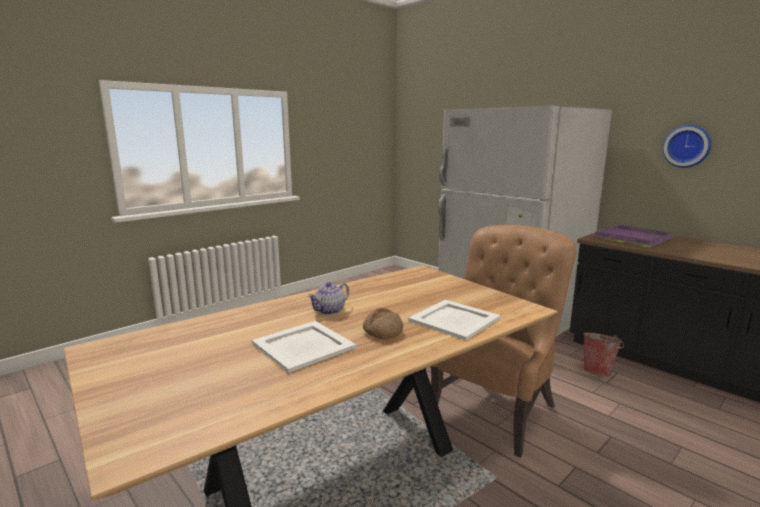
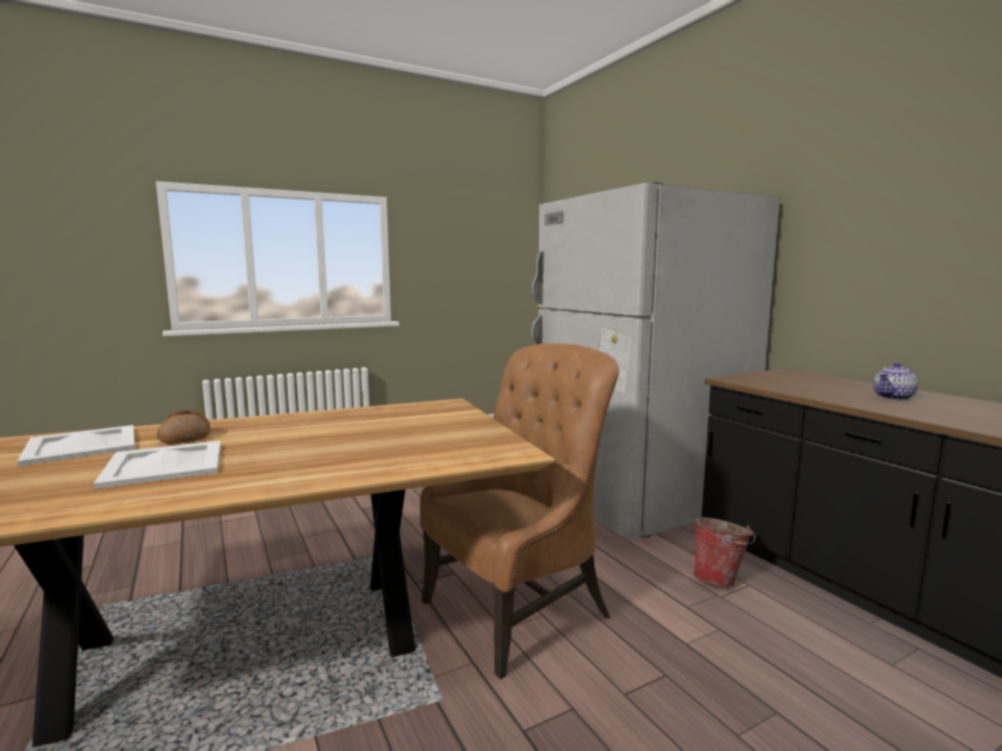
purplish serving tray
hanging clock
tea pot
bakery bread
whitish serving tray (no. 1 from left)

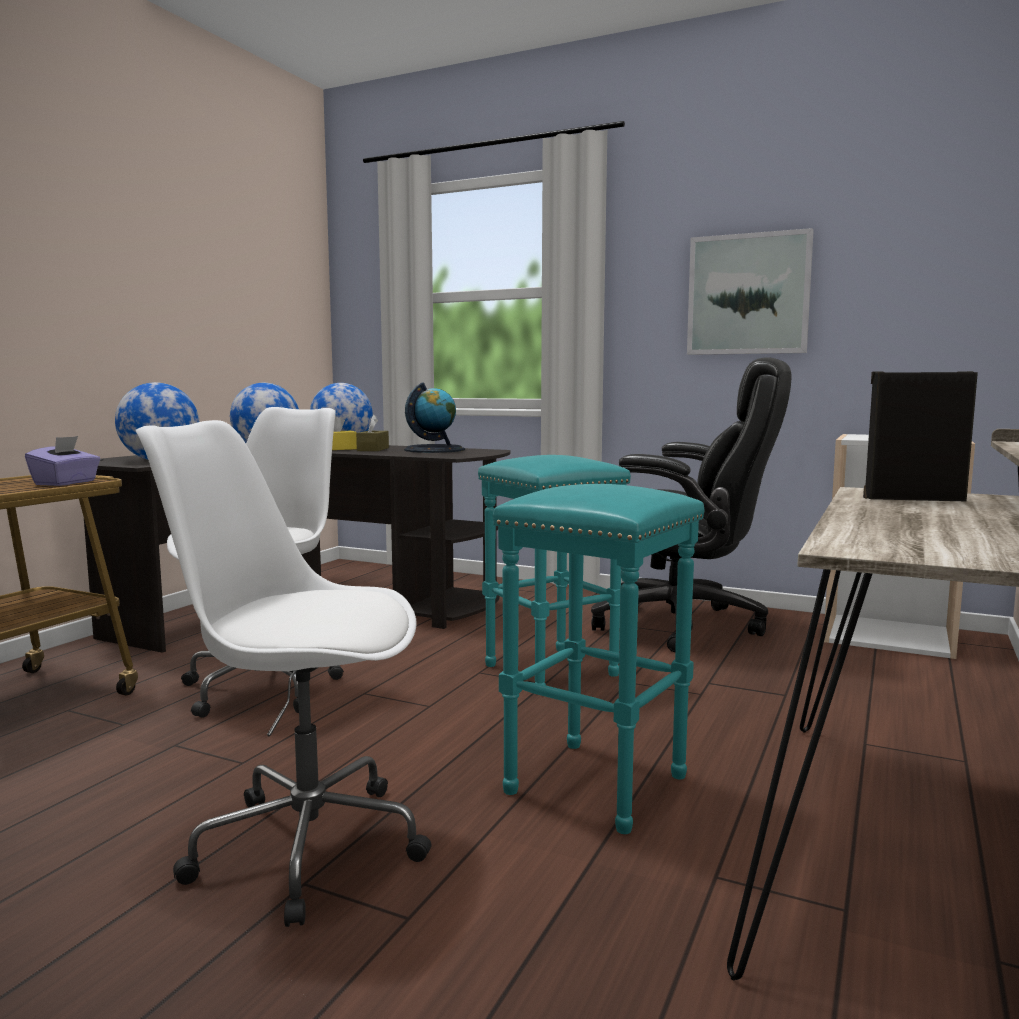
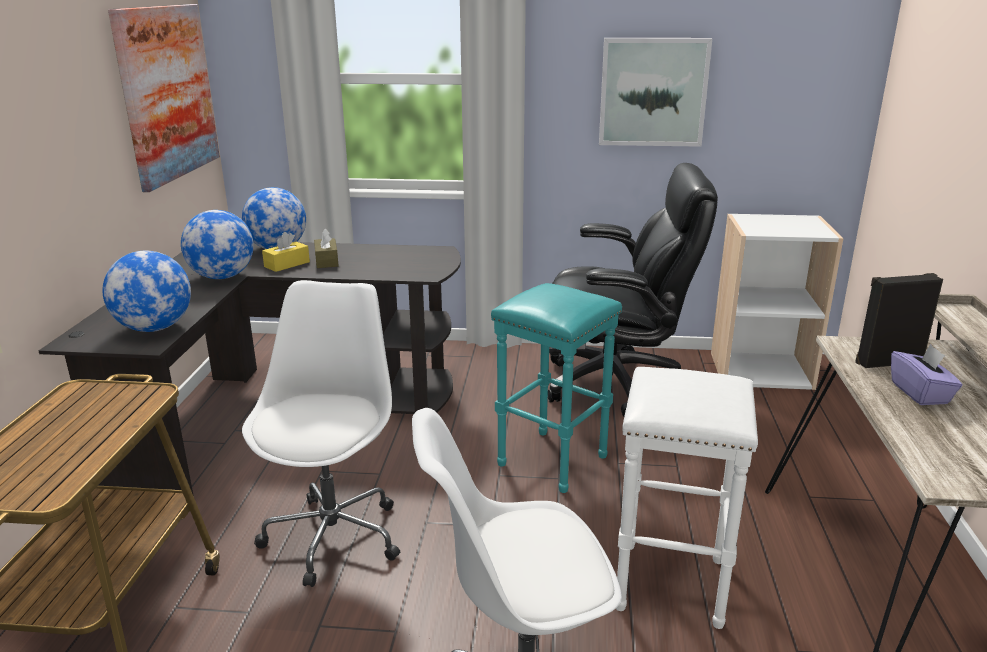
desk globe (no. 4 from left in the first image)
wall art (no. 1 from left)
purplish box of tissues
whitish stool seat

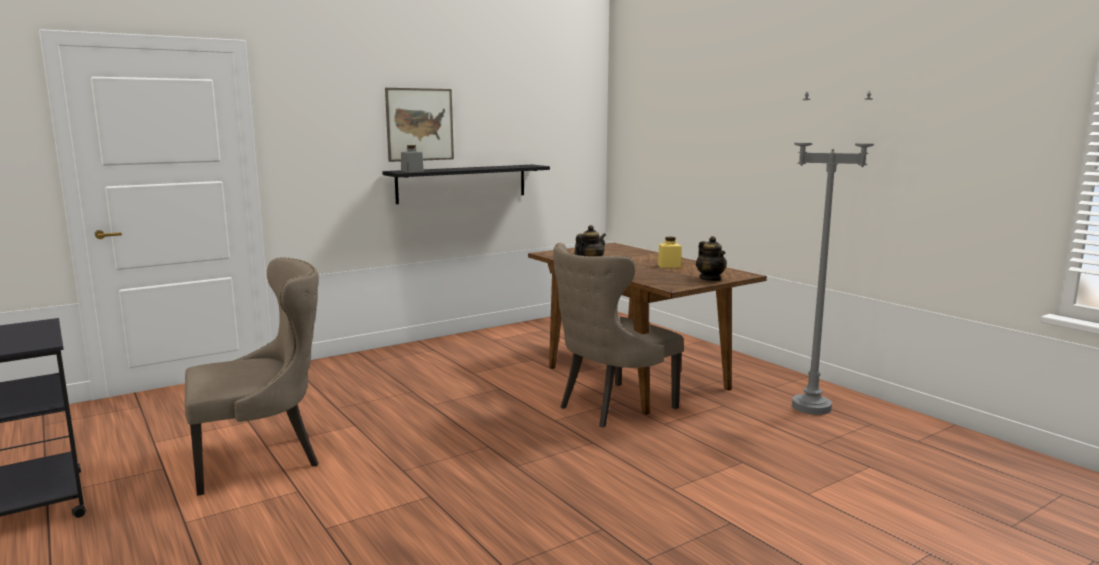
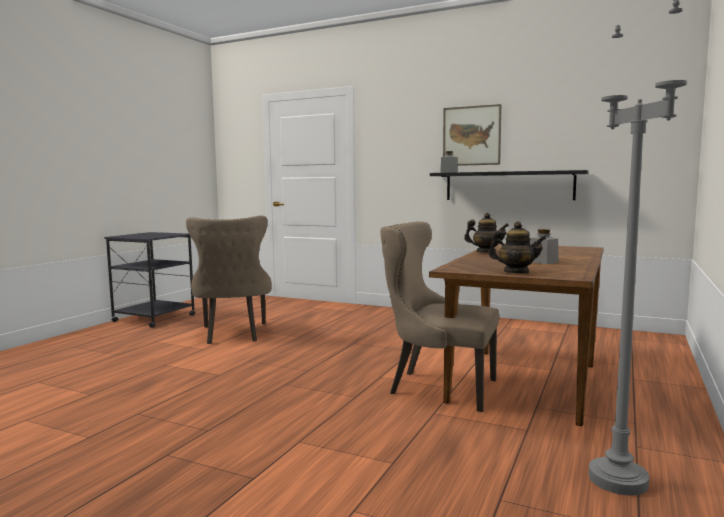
greyish storage jar (no. 2 from left)
sand-coloured plain chair (no. 1 from left)
tea pot (no. 2 from left)

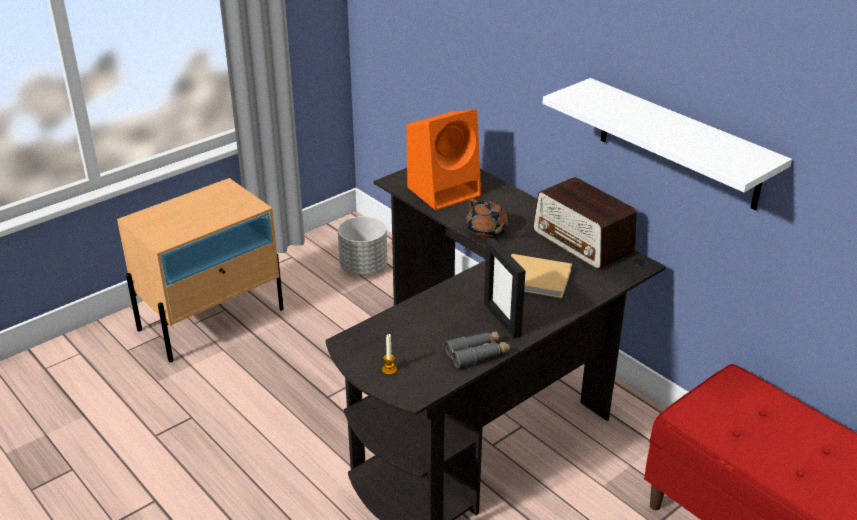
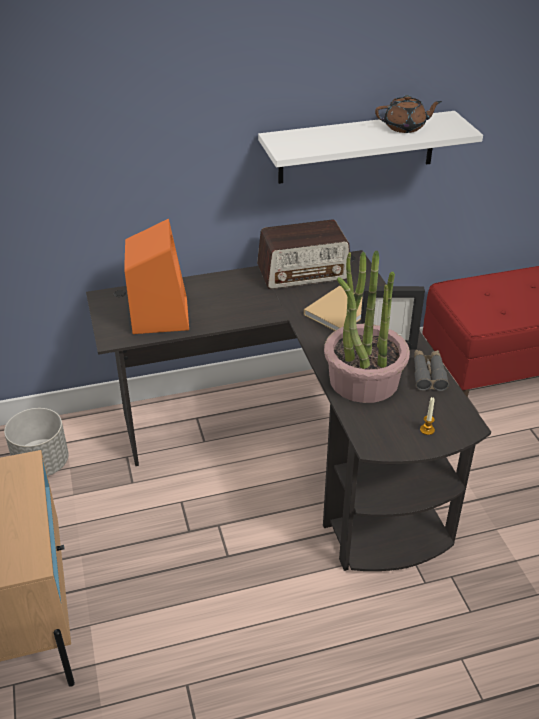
plant in a pot
brown-coloured tea pot

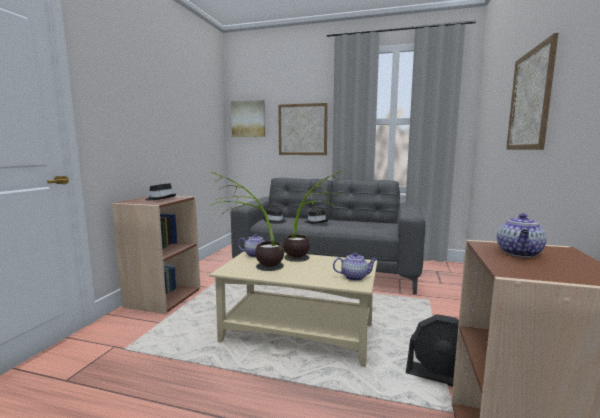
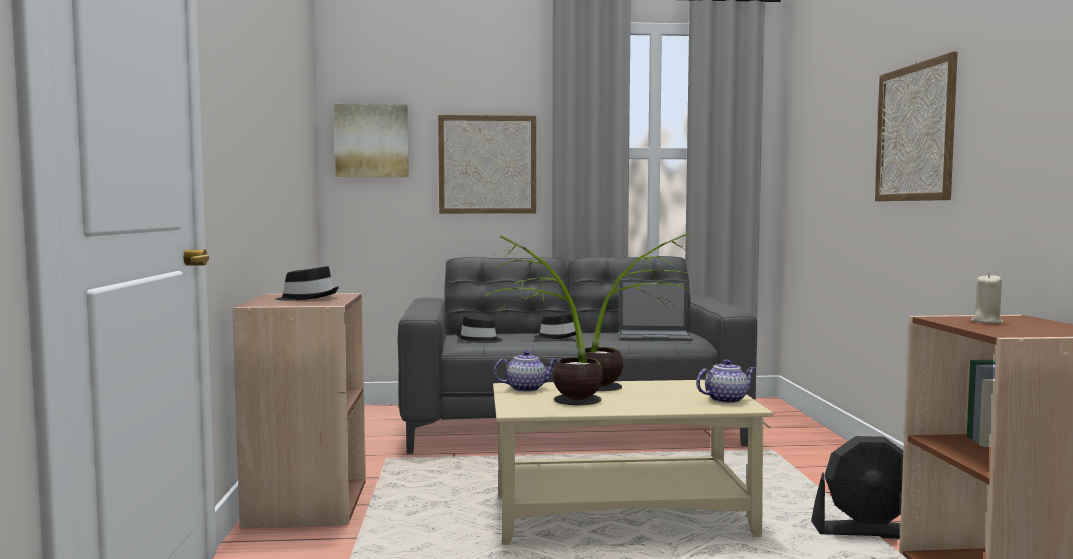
laptop
sand-coloured wax candle

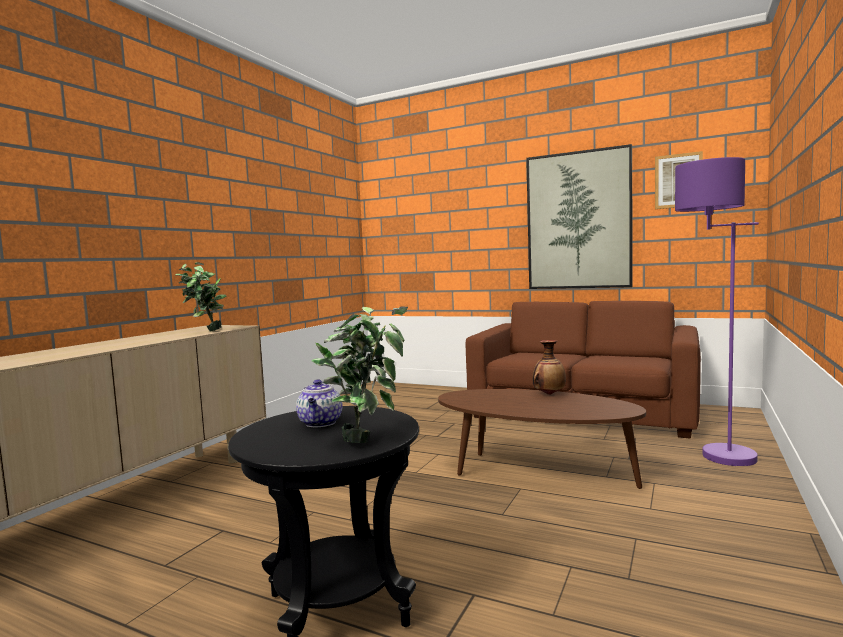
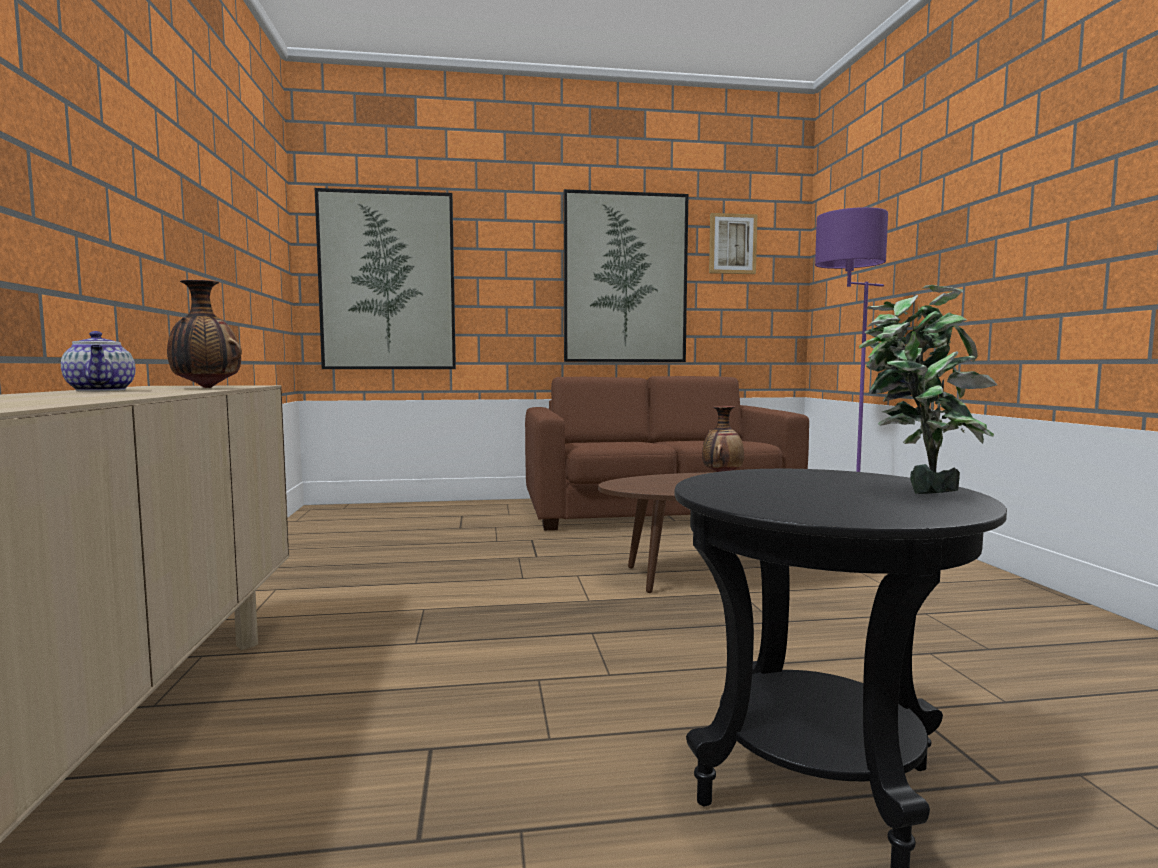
wall art (no. 1 from left)
tea pot
decorative vase (no. 1 from left)

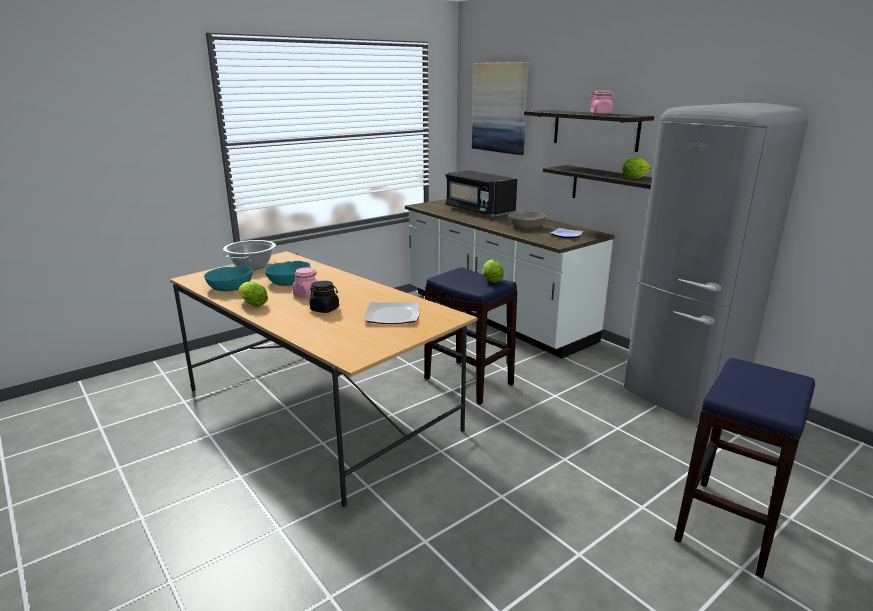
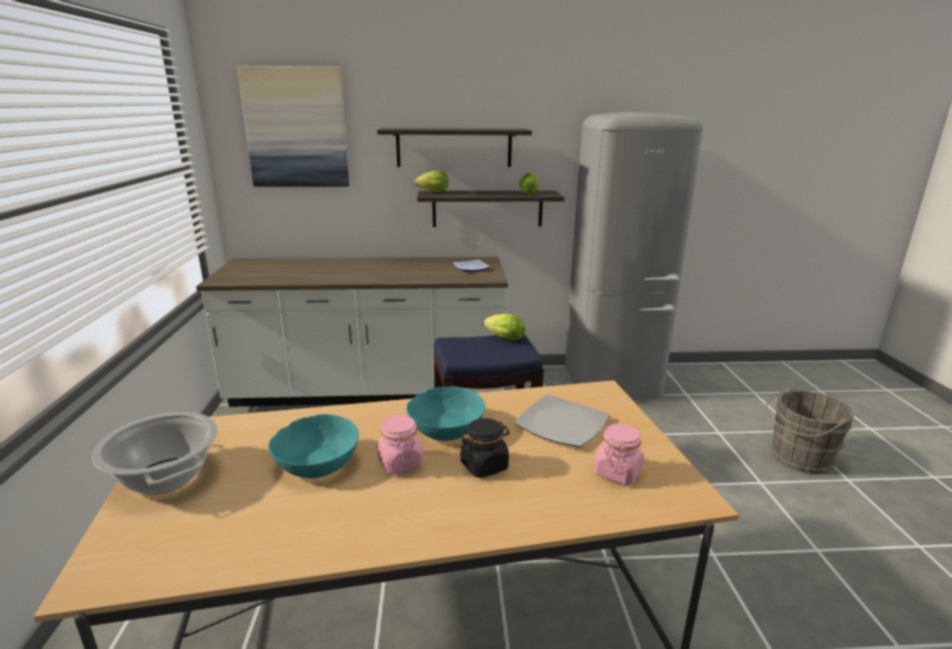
black-coloured microwave
greyish deep dish
blue-green deep dish (no. 2 from left)
lettuce (no. 1 from left)
pink storage jar (no. 2 from left)
greyish pail

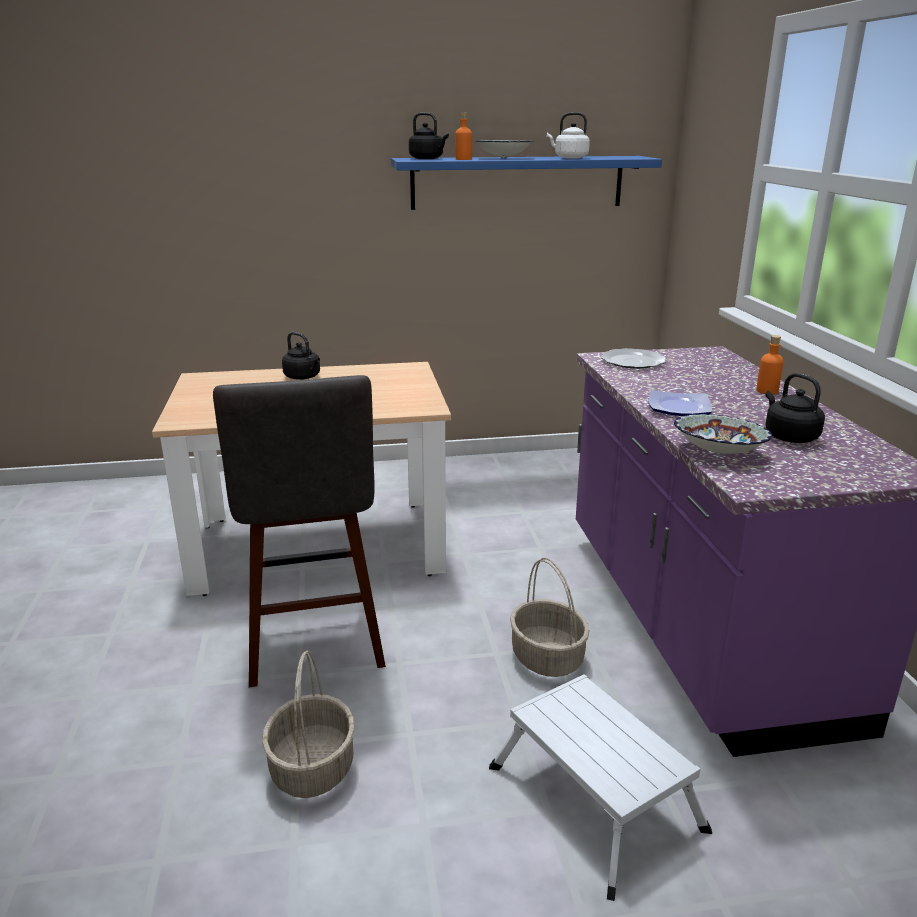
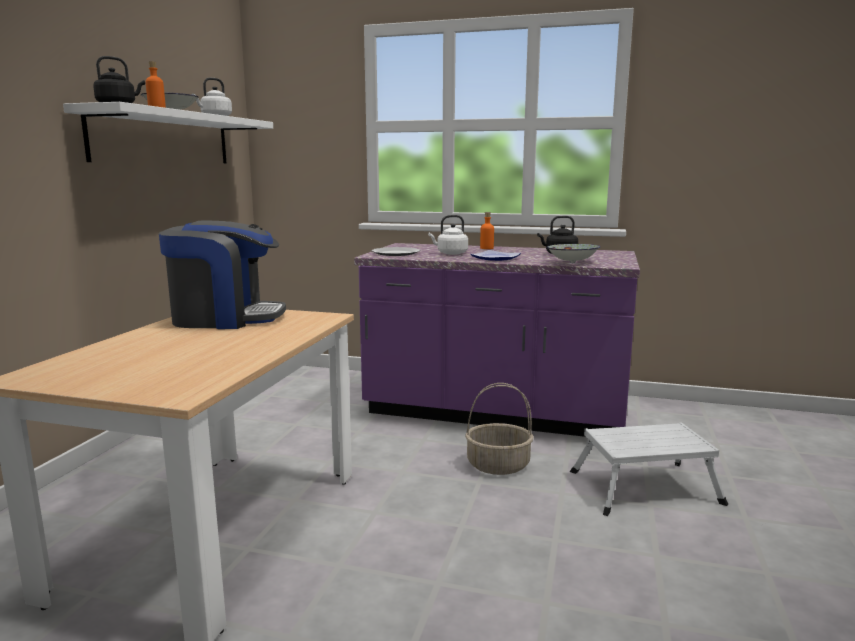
greyish stool seat
storage basket (no. 1 from left in the first image)
black-coloured water kettle (no. 1 from left in the first image)
coffee brewer
whitish water kettle (no. 2 from left)
whitish bracket shelf

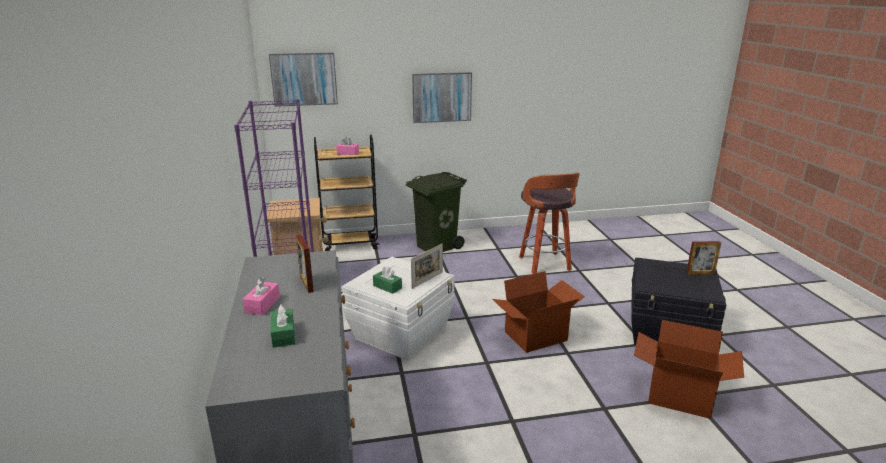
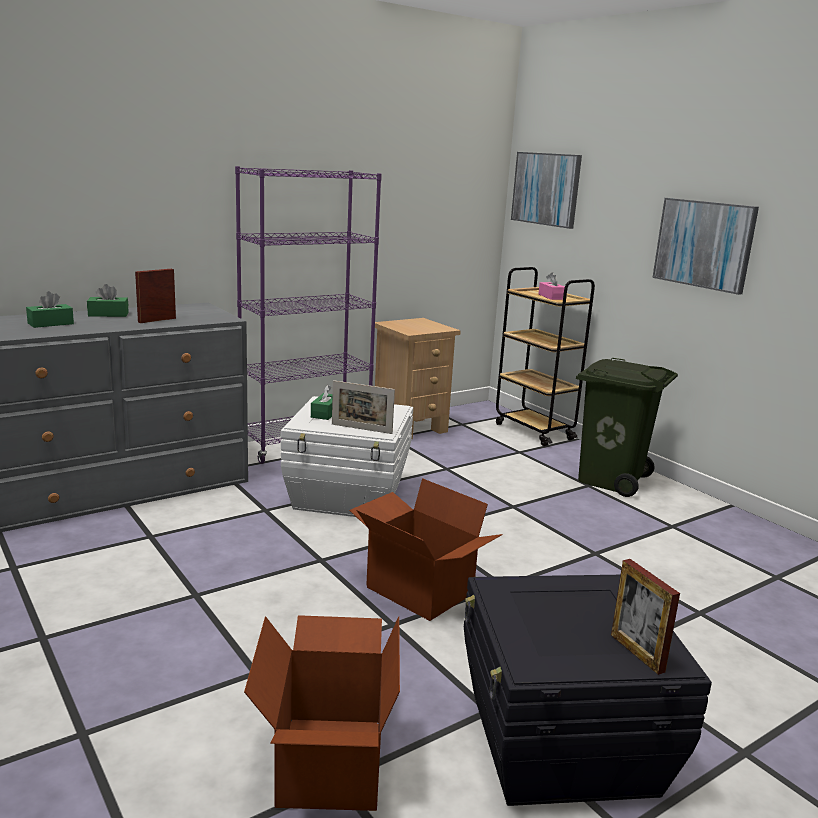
stool seat
greenish box of tissues (no. 2 from left)

